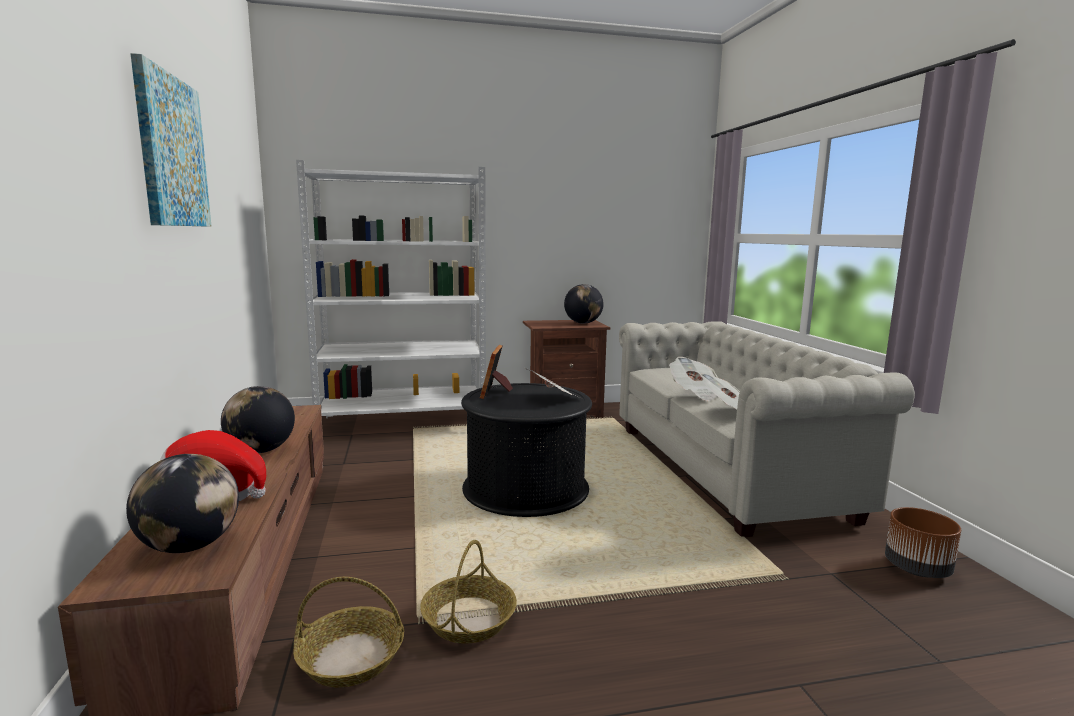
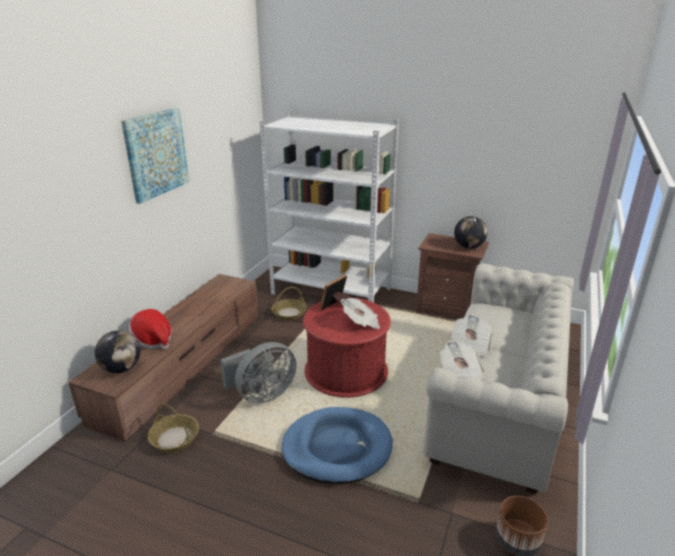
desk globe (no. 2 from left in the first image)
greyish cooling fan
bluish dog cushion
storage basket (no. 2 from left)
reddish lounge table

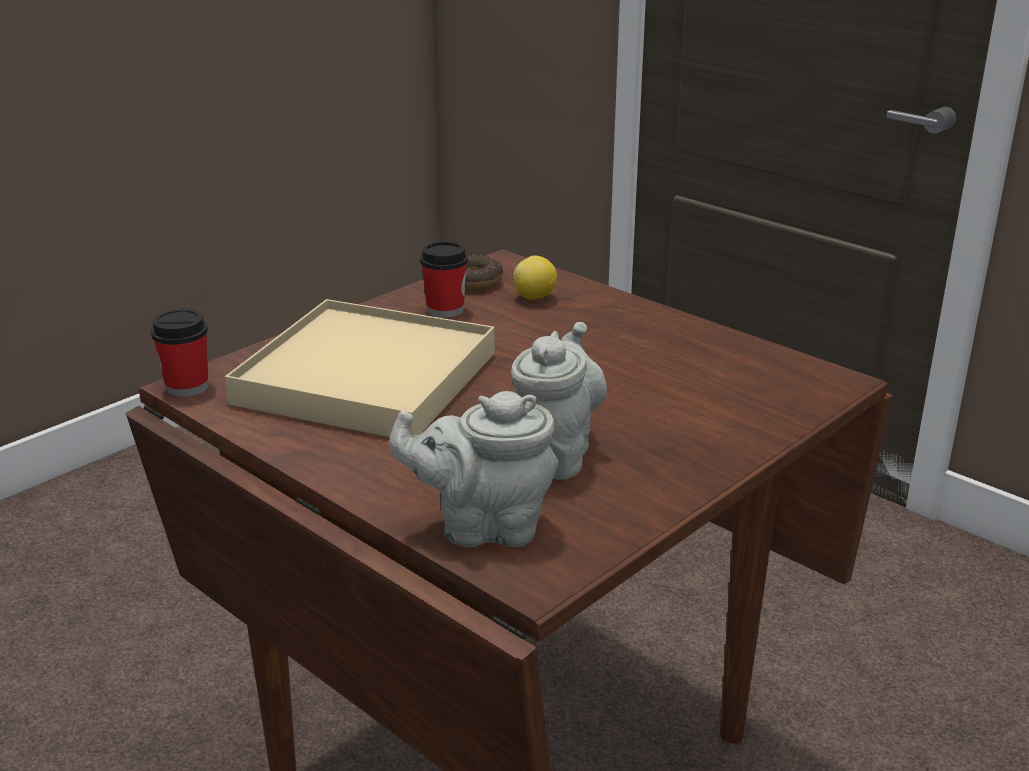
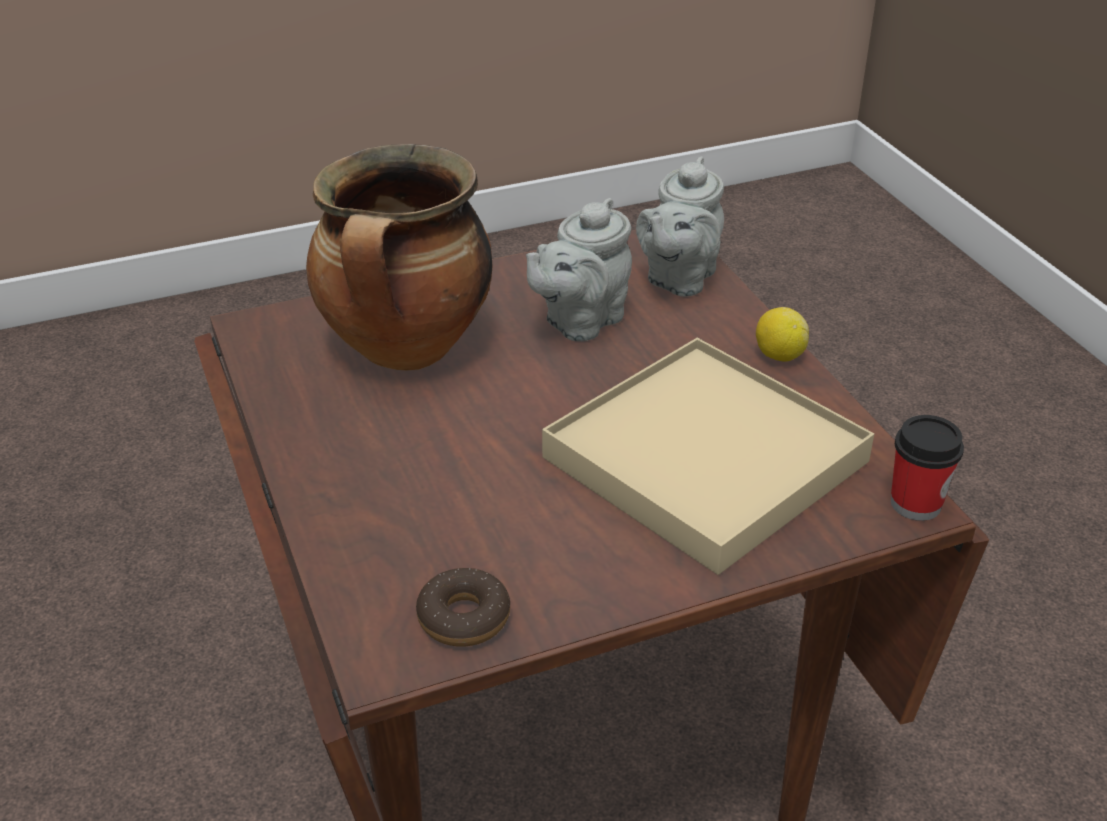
small cup (no. 2 from left in the first image)
stockpot
citrus fruit
greyish tea pot (no. 2 from left)

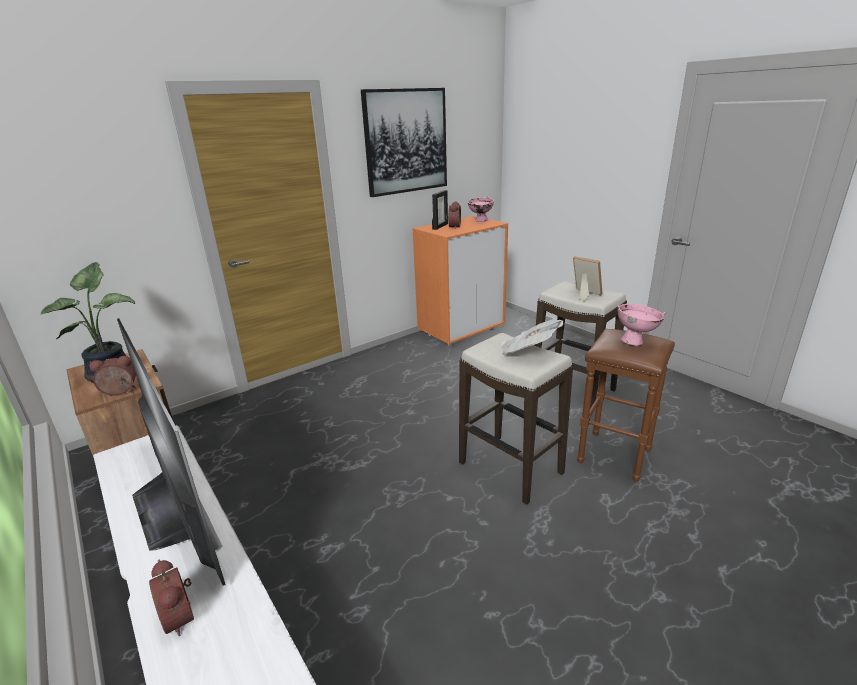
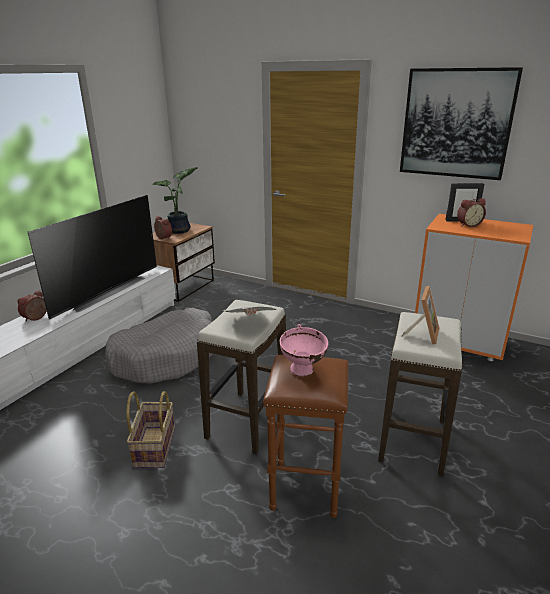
pink deep dish (no. 1 from left in the first image)
greyish dog cushion
storage basket

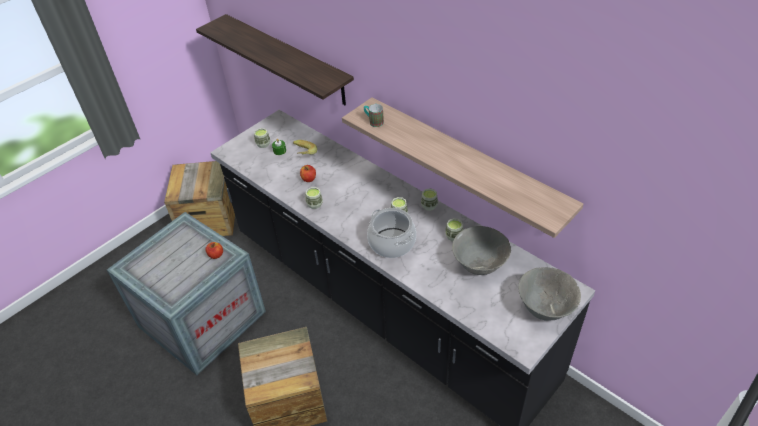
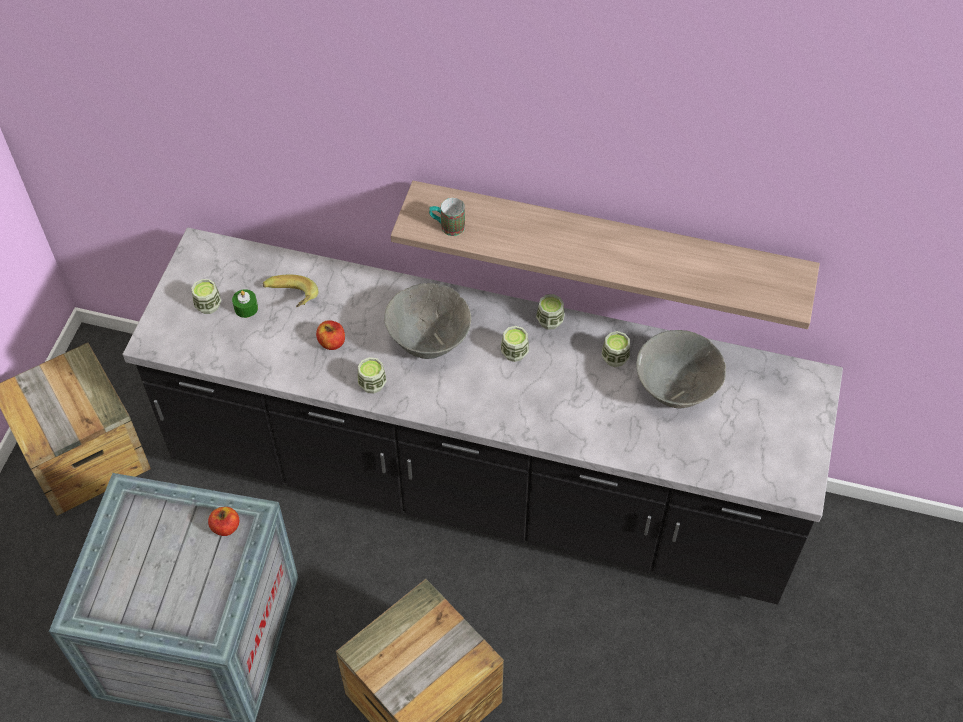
bracket shelf (no. 1 from left in the first image)
stockpot
greyish deep dish (no. 1 from left)

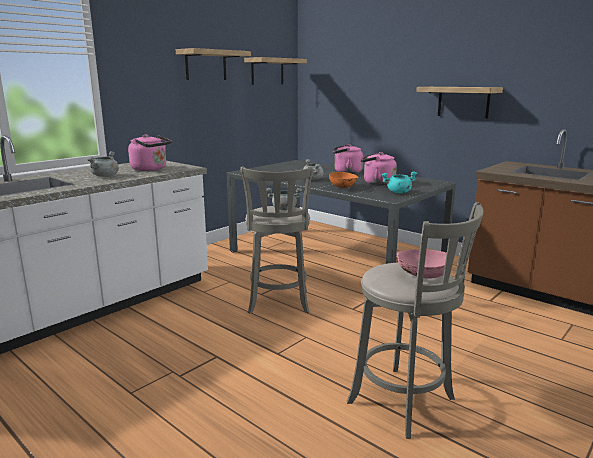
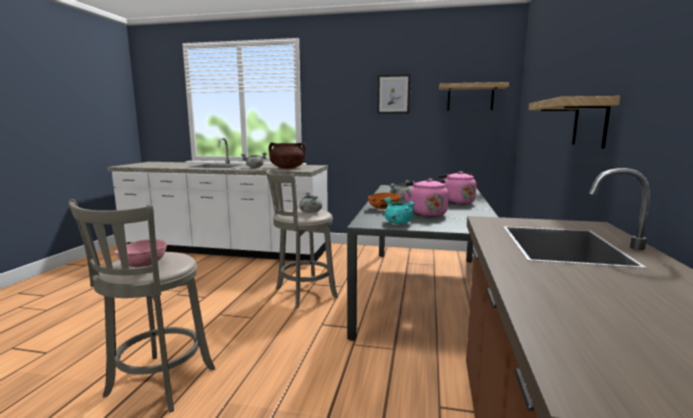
brown-coloured stockpot
wall art

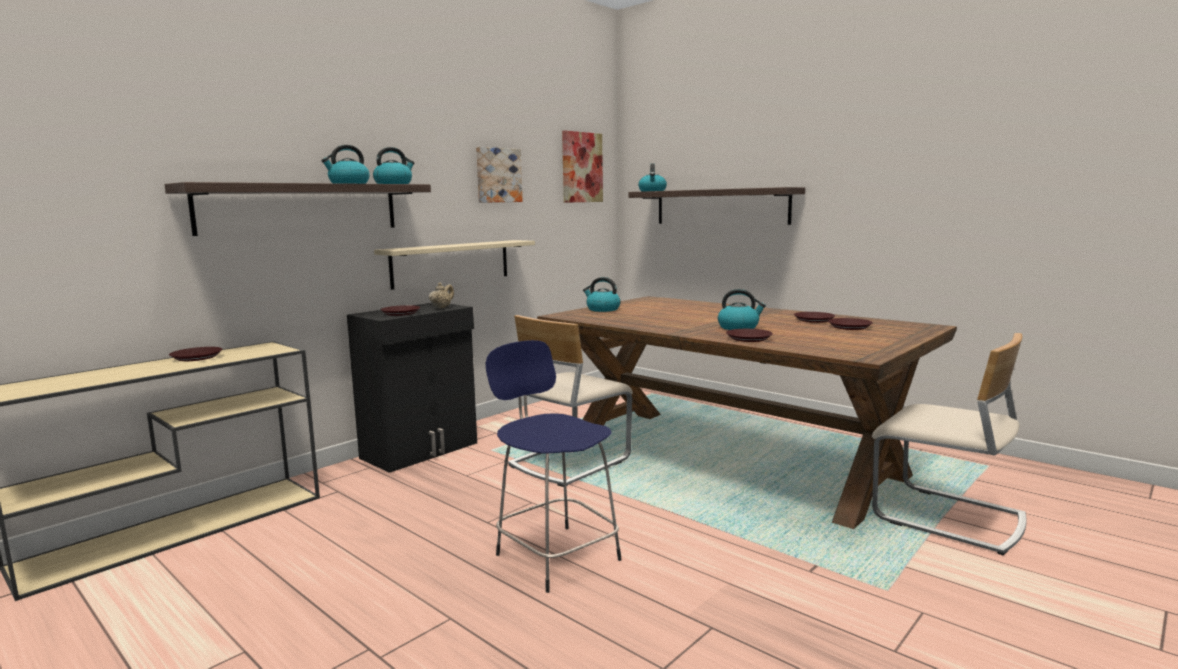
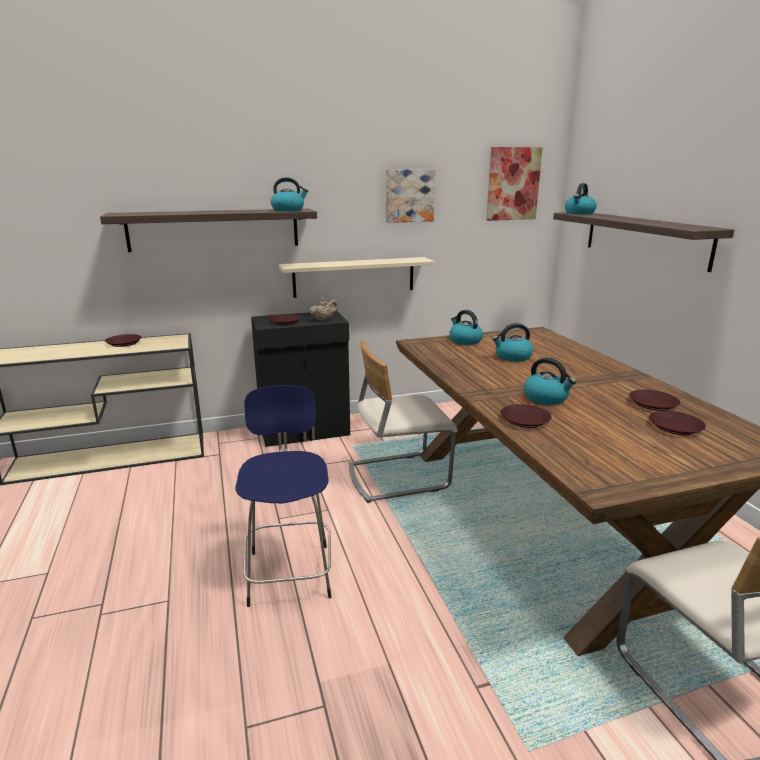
water kettle (no. 3 from left)

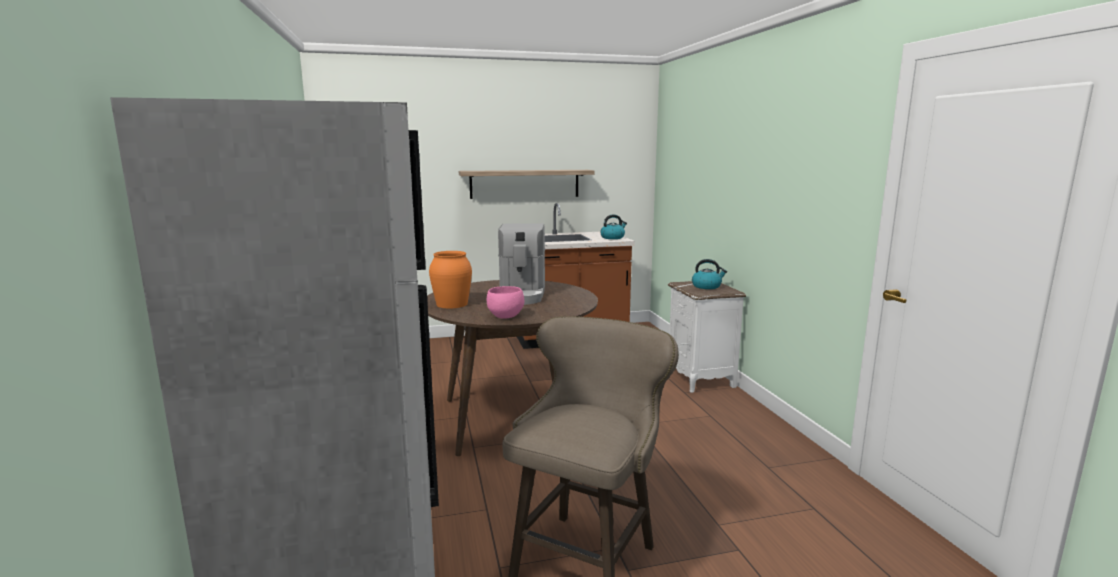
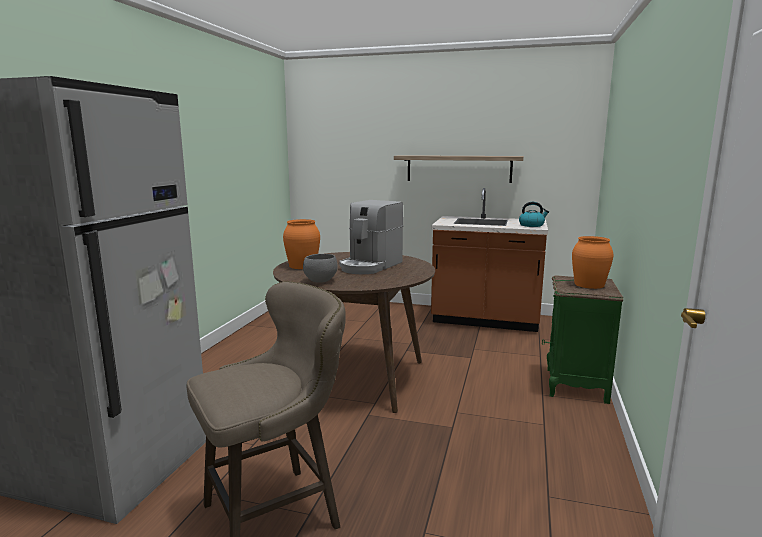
orange-coloured decorative vase (no. 2 from left)
greyish deep dish
greenish nightstand

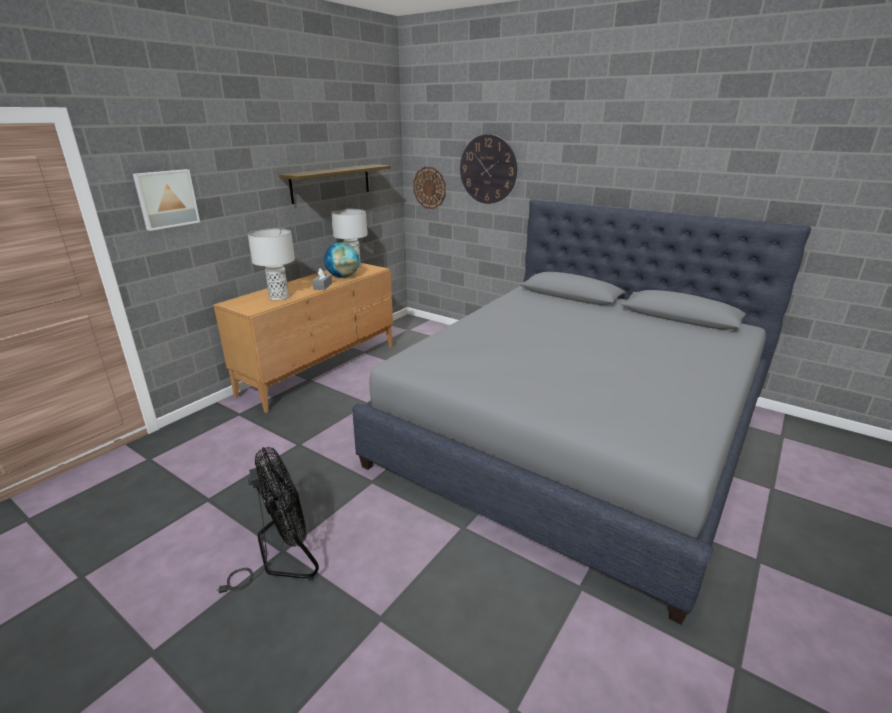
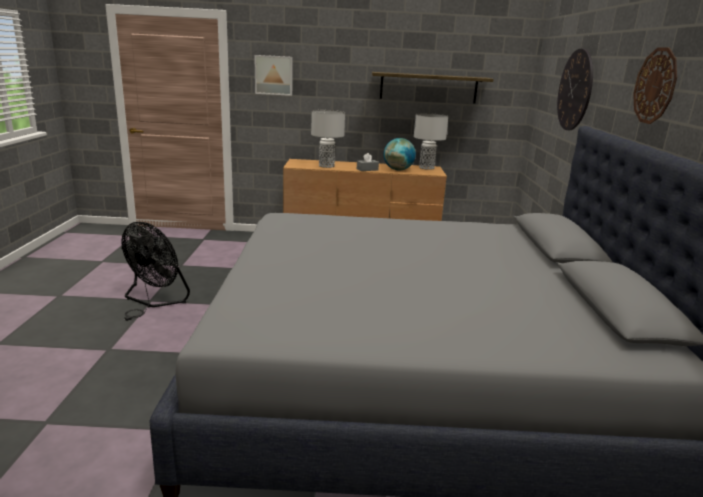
hanging clock (no. 2 from left)
black-coloured cooling fan

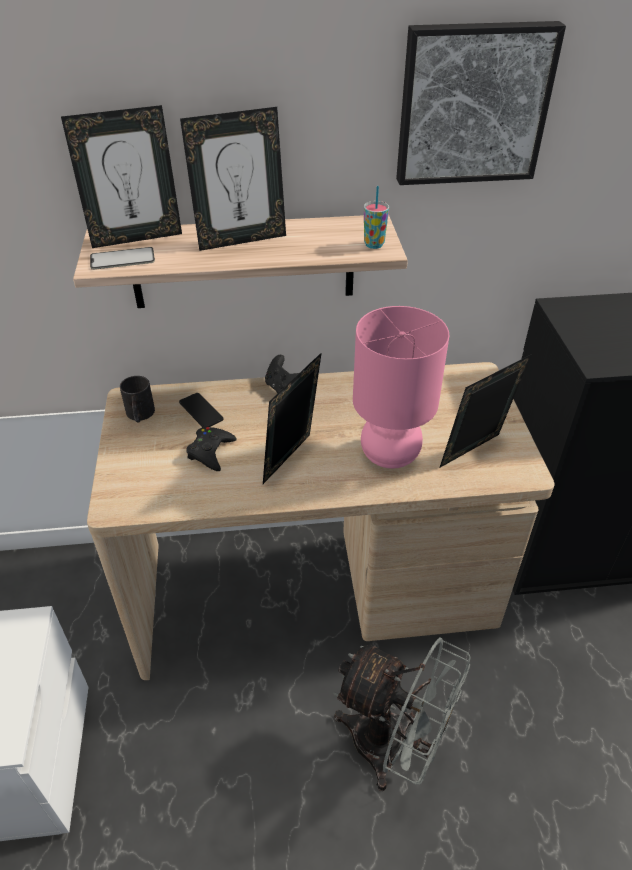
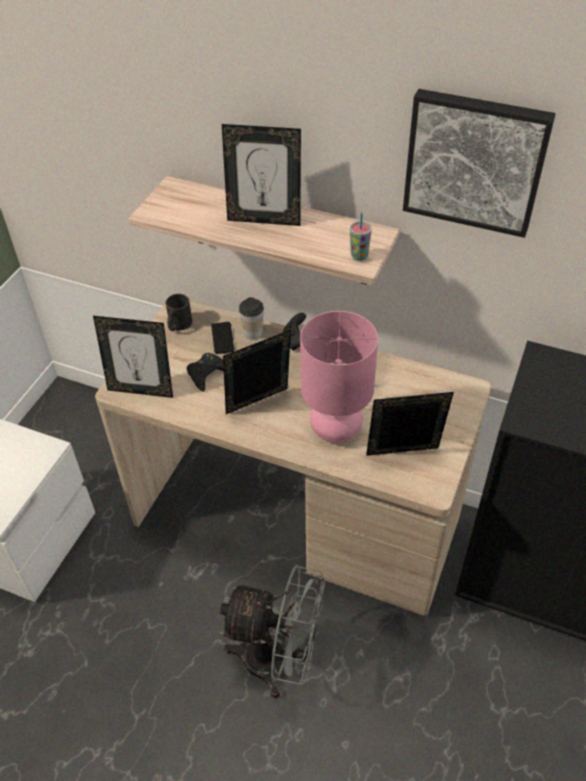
handset (no. 1 from left in the first image)
small cup (no. 1 from left)
standing frame (no. 1 from left)
greyish cooling fan

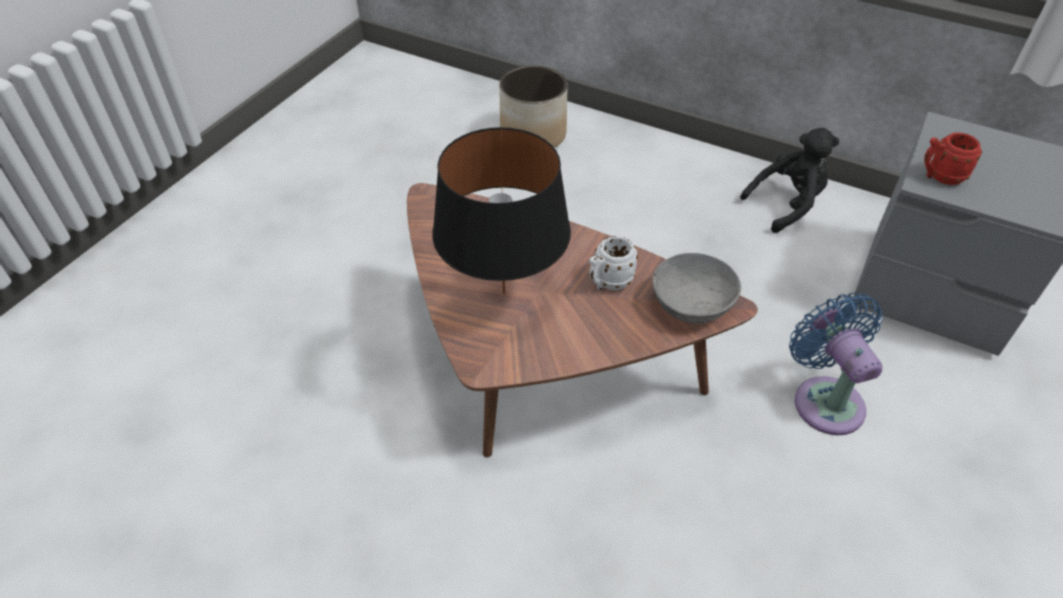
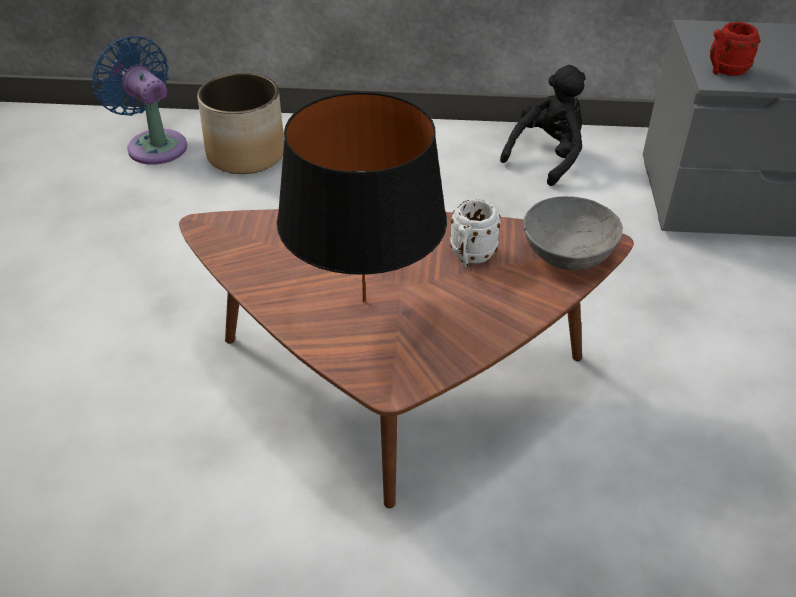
bluish cooling fan

